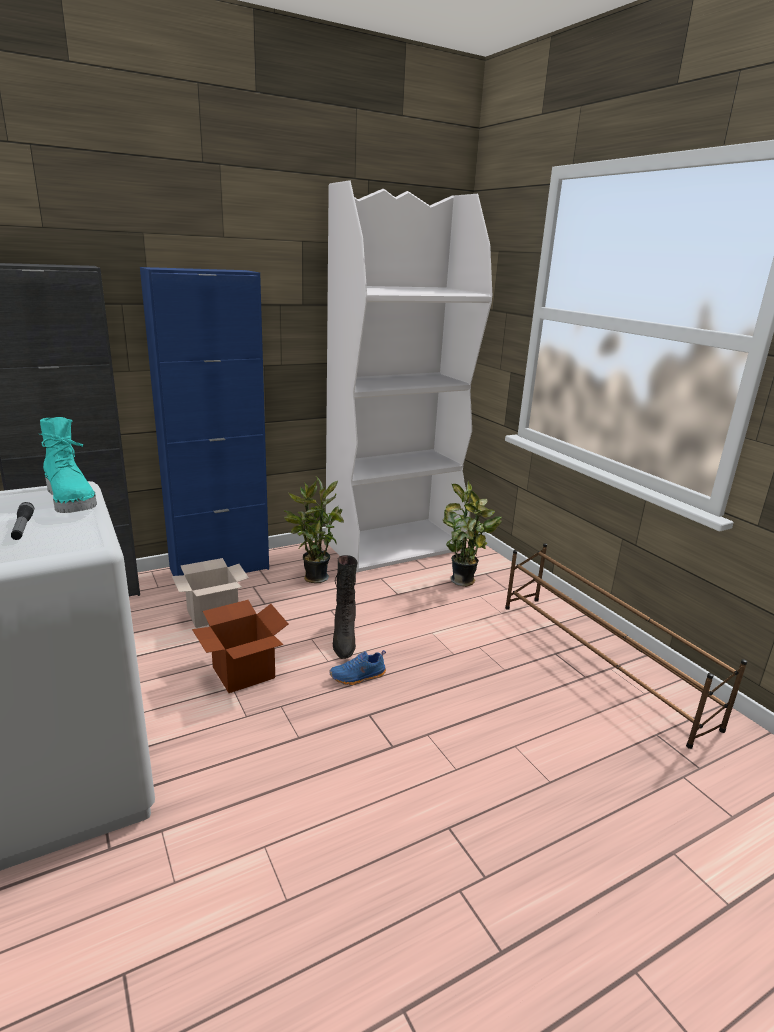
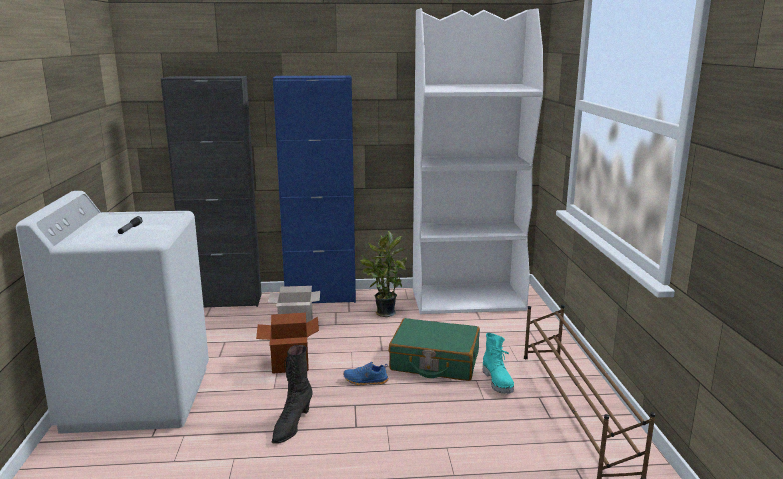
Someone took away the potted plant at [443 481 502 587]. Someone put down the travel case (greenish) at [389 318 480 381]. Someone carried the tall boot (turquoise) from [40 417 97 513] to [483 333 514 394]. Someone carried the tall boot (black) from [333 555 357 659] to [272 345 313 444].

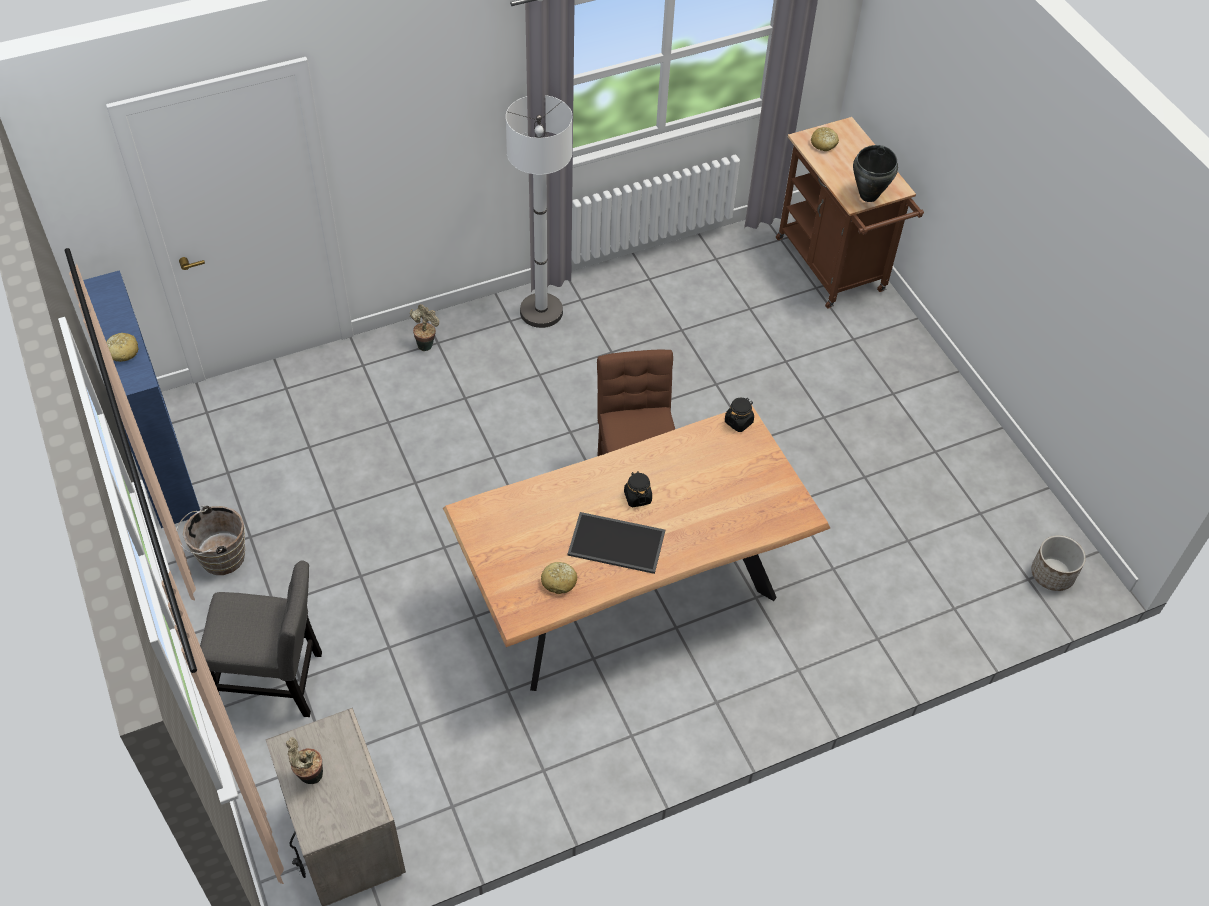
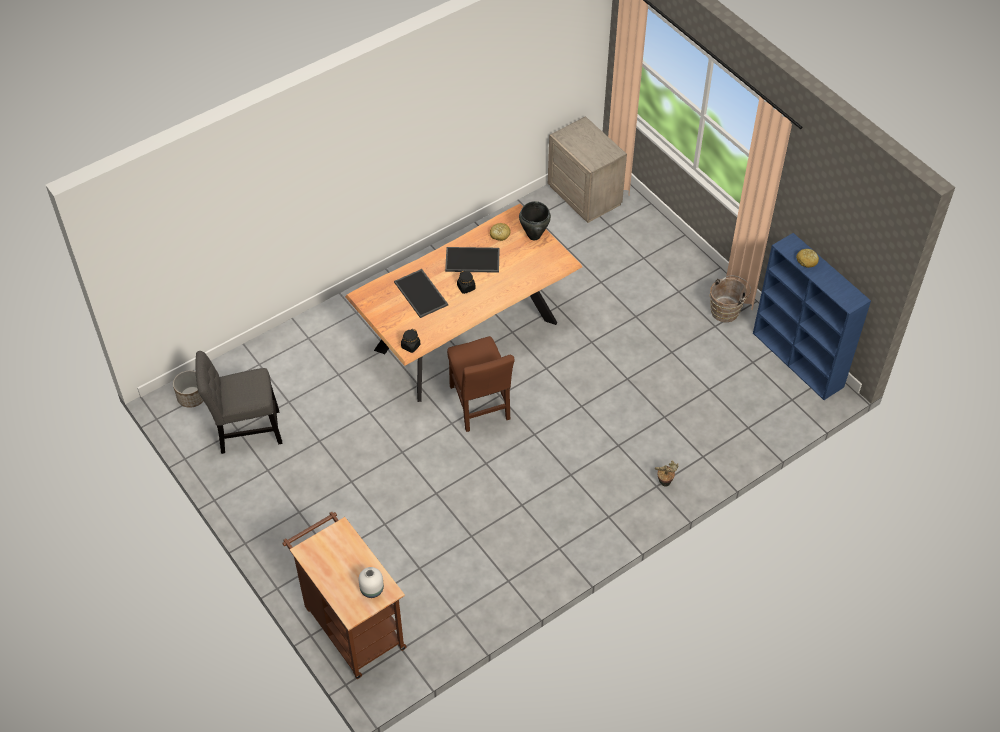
Someone took away the potted plant at [286 737 323 784]. Someone took away the standard lamp (white-coloured) at [506 95 572 328]. Someone put down the tray at [394 269 448 318]. Someone carried the plain chair (grey) from [200 560 322 717] to [195 351 282 454]. Someone carried the saucepot (black) from [853 145 898 202] to [519 201 551 240]. Someone swapped the baked bread at [811 127 839 151] for the decorative vase (white-coloured) at [359 567 384 598].

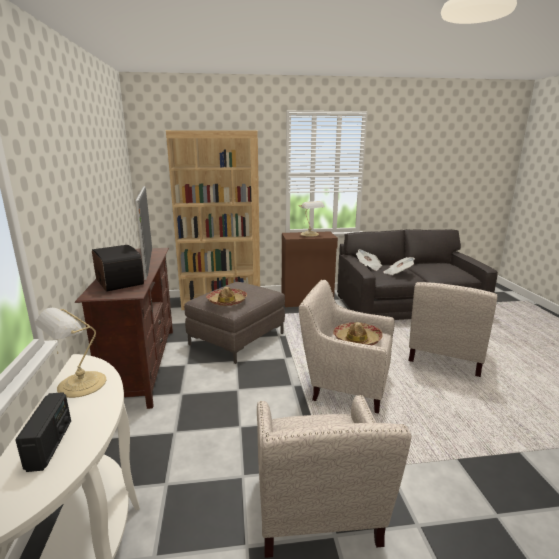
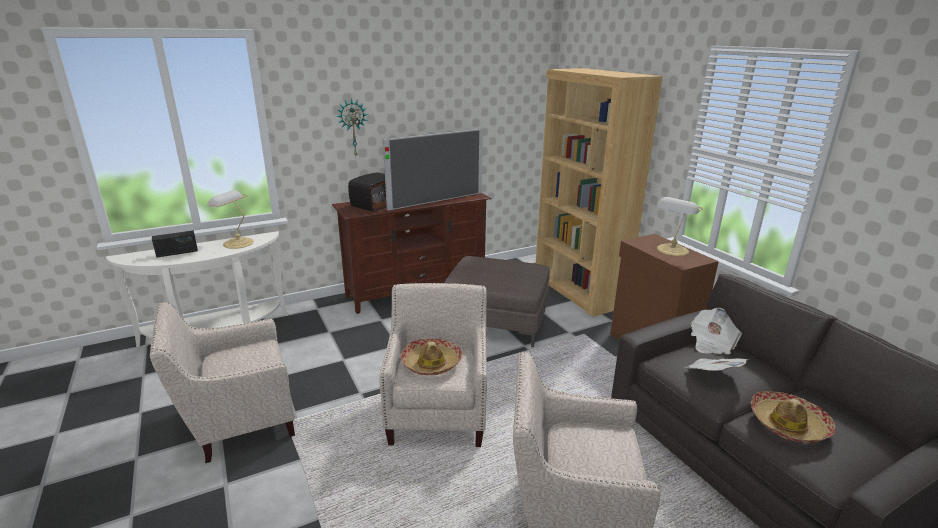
Someone put up the wall clock at [337 98 368 156]. Someone carried the hat from [206 287 247 306] to [751 391 835 443].

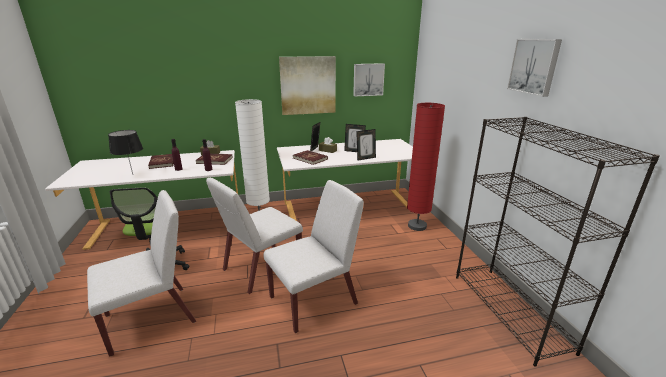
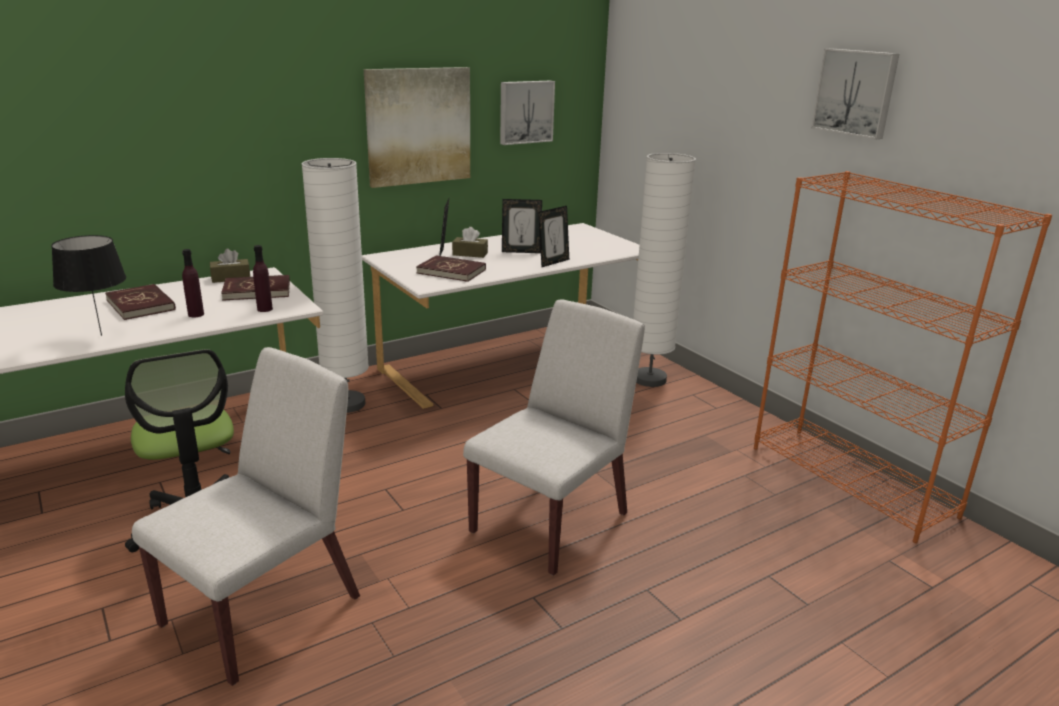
Someone took away the plain chair (white-coloured) at [206 178 303 294]. Someone repainted the standard lamp (reddish) at [407 103 445 231], which became the standard lamp (white-coloured) at [633 153 696 387]. Someone repainted the shelving unit (black) at [456 117 660 367], which became the shelving unit (orangey) at [754 171 1052 543].

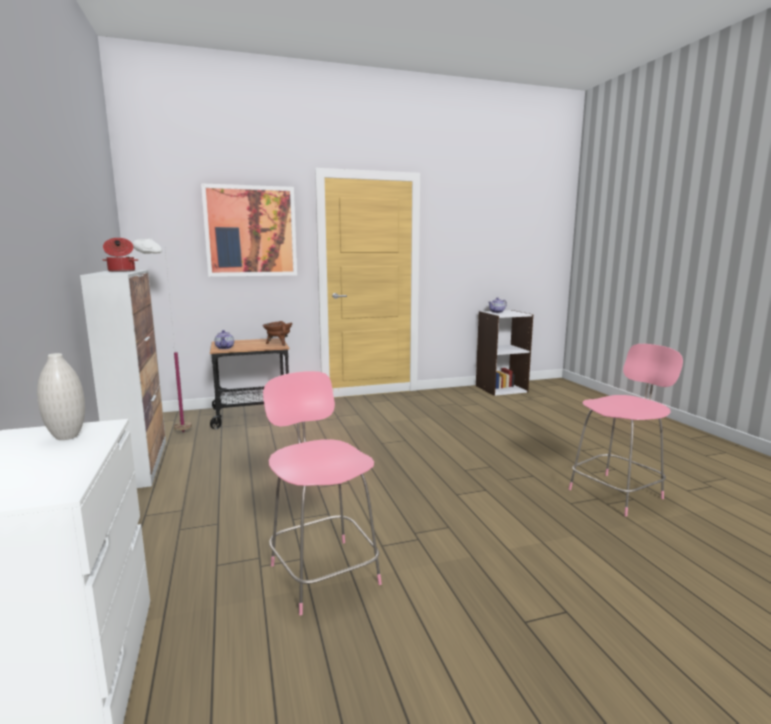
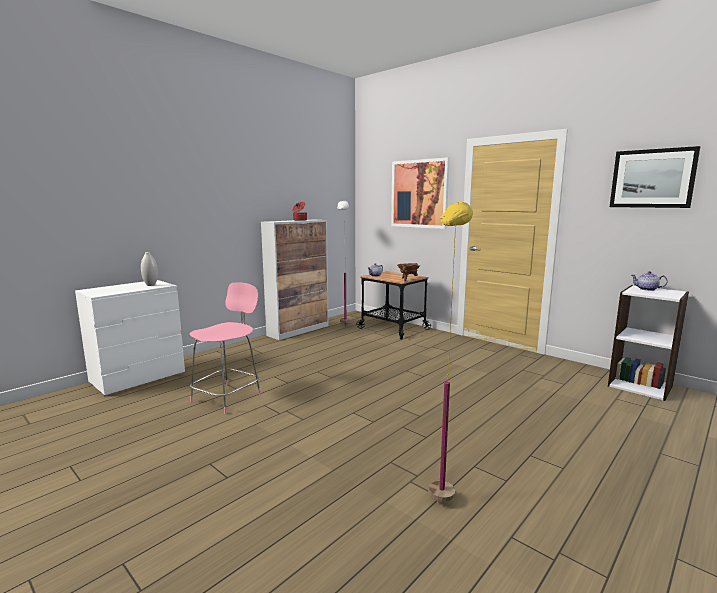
Someone put up the wall picture at [610 146 700 208]. Someone swapped the plain chair (pink-coloured) at [569 344 683 517] for the standard lamp (yellow-coloured) at [429 202 473 502].

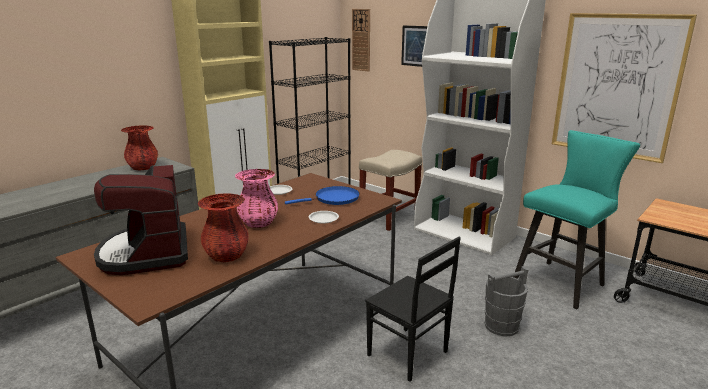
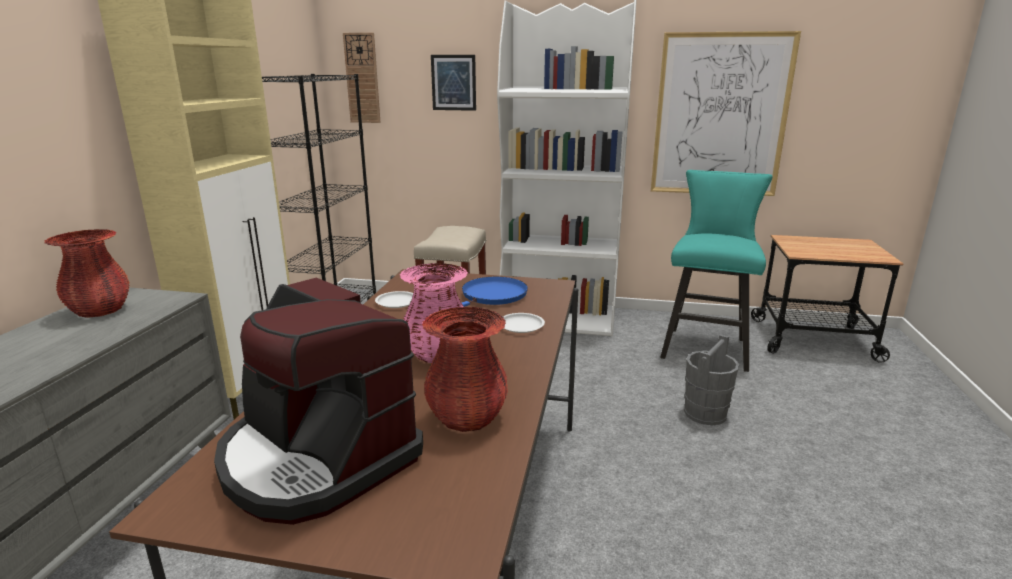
Someone took away the plain chair (black) at [365 237 461 382].

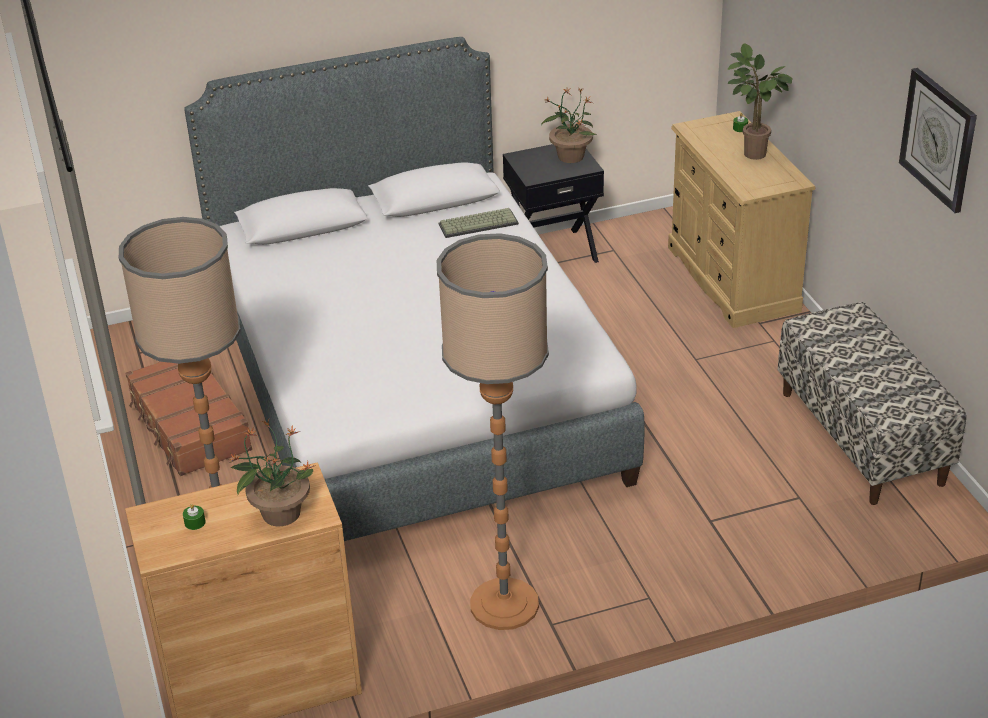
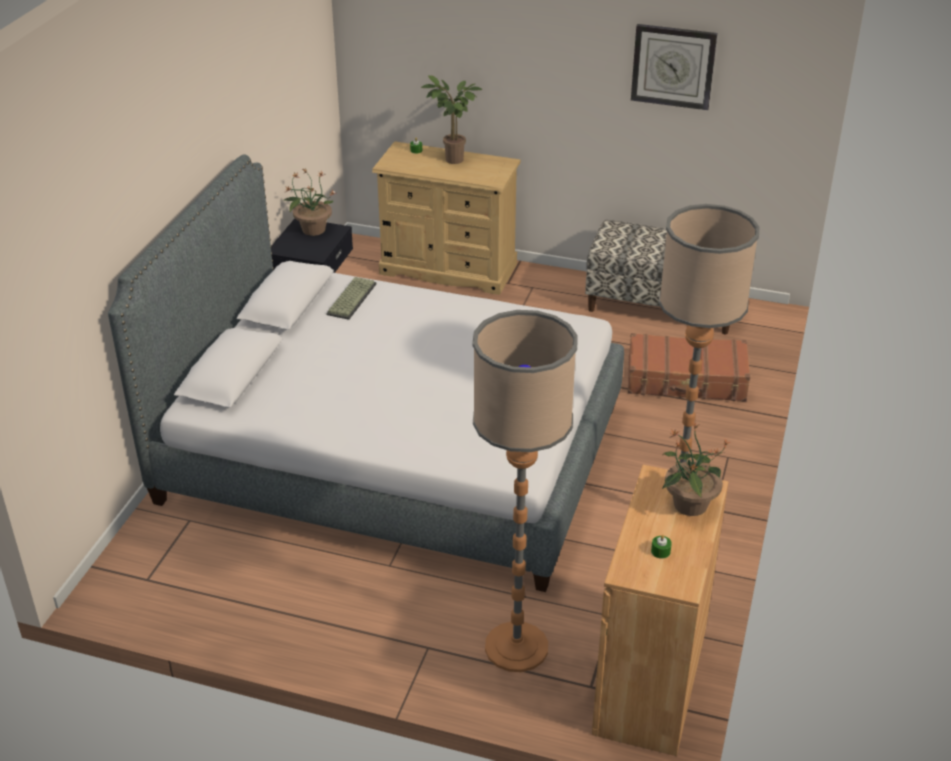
Someone carried the travel case (brownish) from [125 362 252 476] to [628 333 750 402].

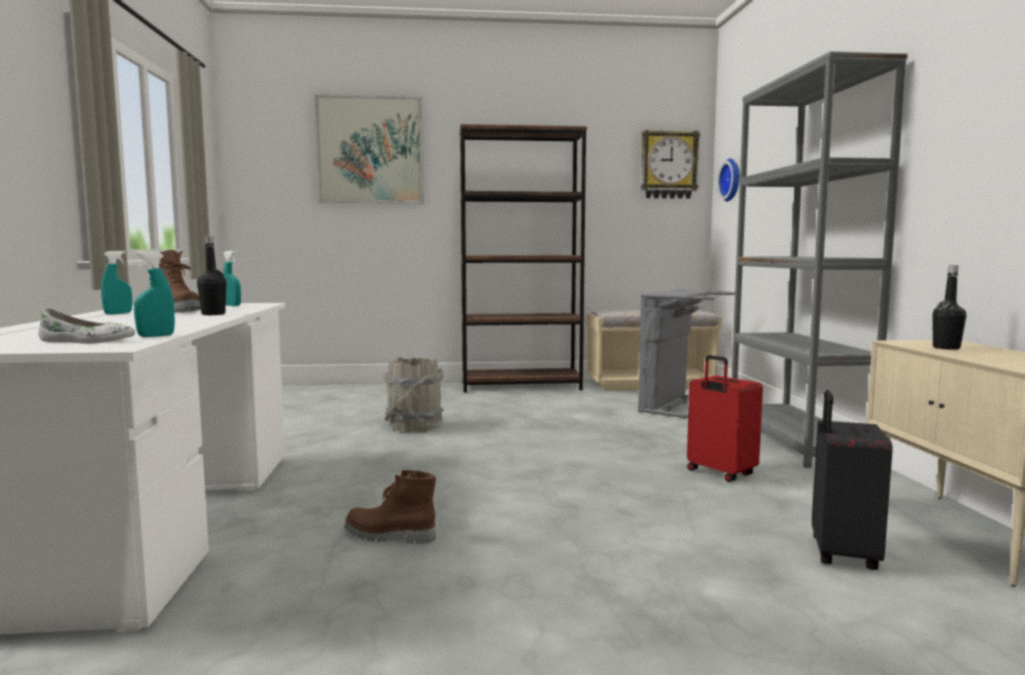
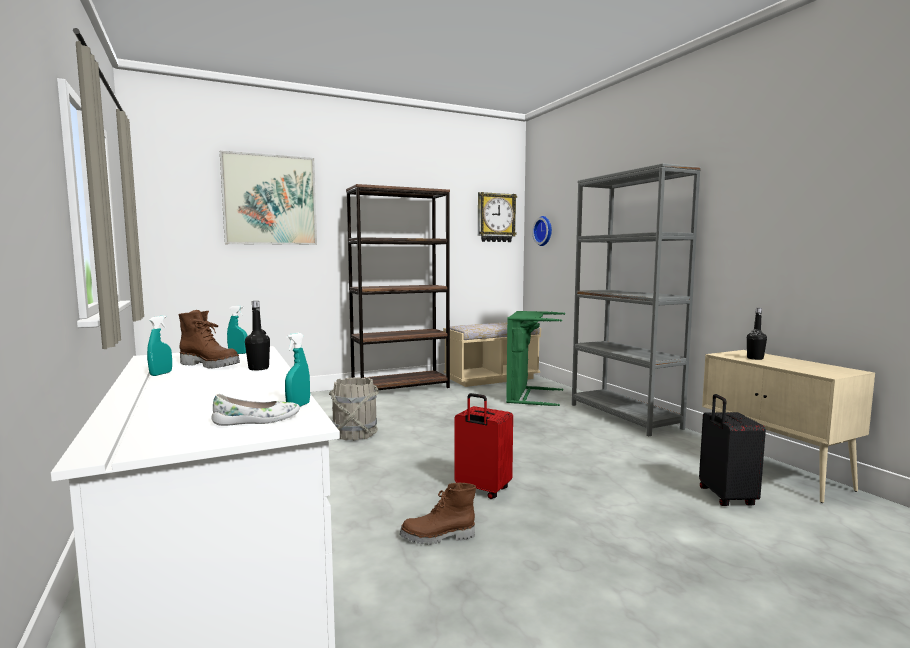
Someone carried the travel case (reddish) from [687 355 763 482] to [455 393 513 499]. Someone repainted the hamper (grey) at [638 289 735 418], which became the hamper (greenish) at [506 311 565 406].

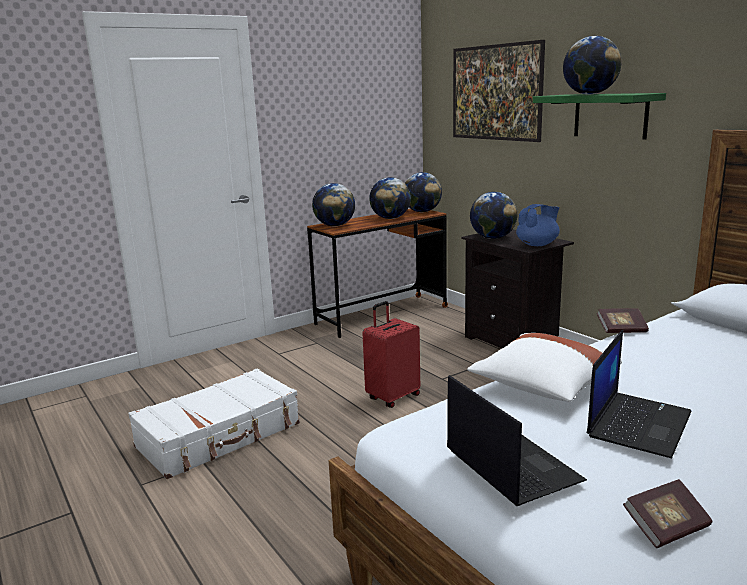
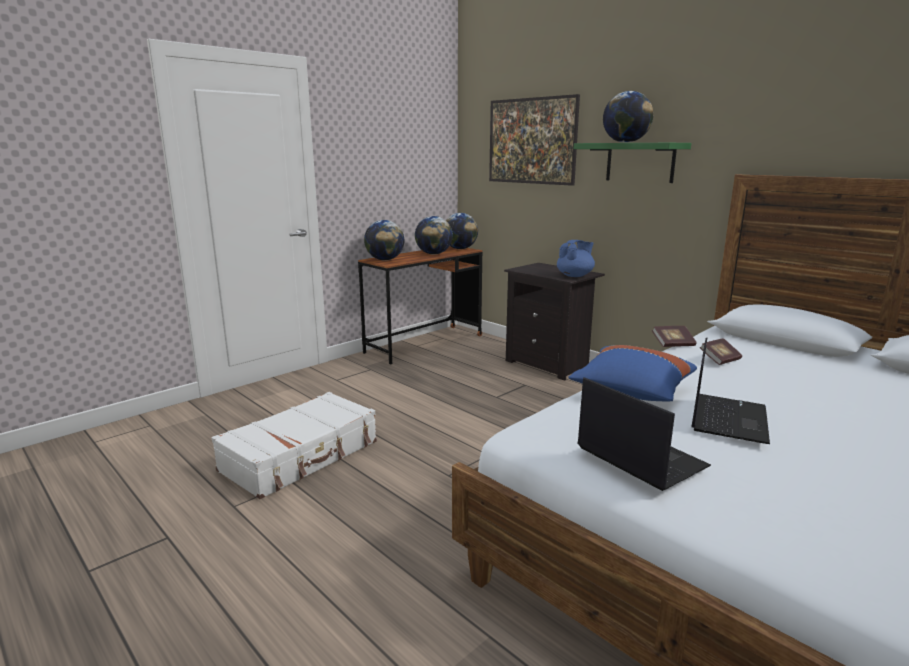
Someone took away the travel case (reddish) at [363 301 420 408]. Someone took away the globe at [470 192 517 239]. Someone carried the book from [623 479 712 548] to [700 338 742 365]. Someone repainted the cushion (white-coloured) at [467 333 622 402], which became the cushion (blue-coloured) at [568 345 697 402].

